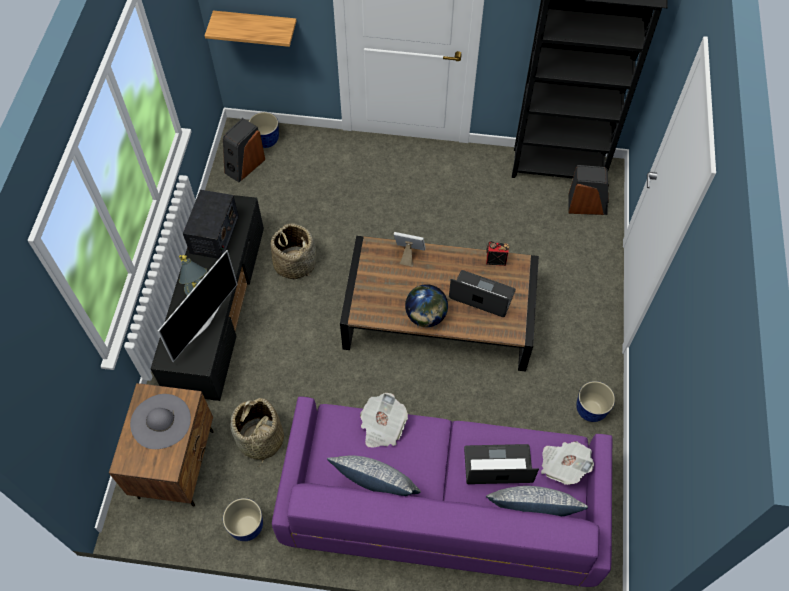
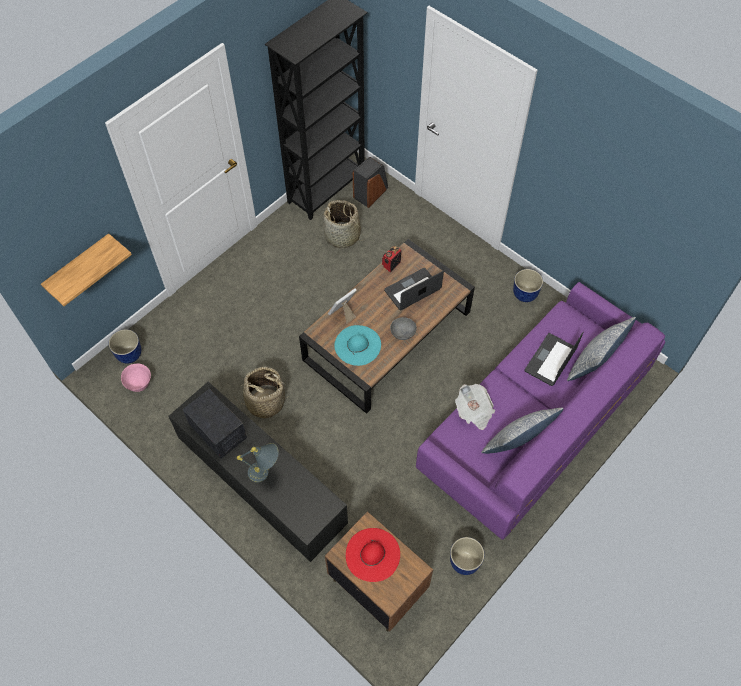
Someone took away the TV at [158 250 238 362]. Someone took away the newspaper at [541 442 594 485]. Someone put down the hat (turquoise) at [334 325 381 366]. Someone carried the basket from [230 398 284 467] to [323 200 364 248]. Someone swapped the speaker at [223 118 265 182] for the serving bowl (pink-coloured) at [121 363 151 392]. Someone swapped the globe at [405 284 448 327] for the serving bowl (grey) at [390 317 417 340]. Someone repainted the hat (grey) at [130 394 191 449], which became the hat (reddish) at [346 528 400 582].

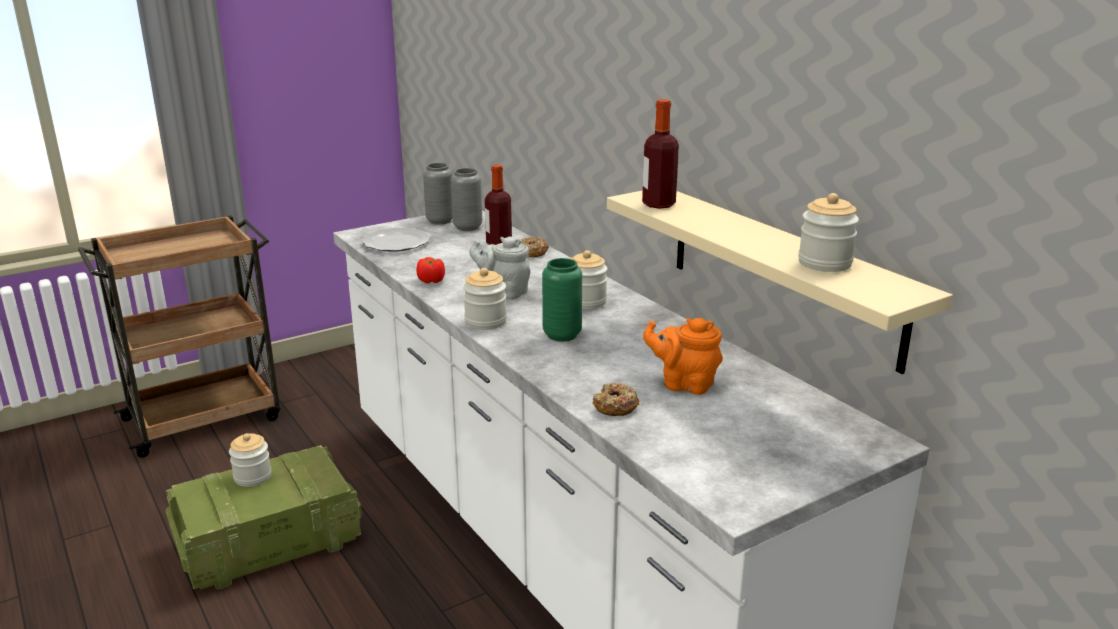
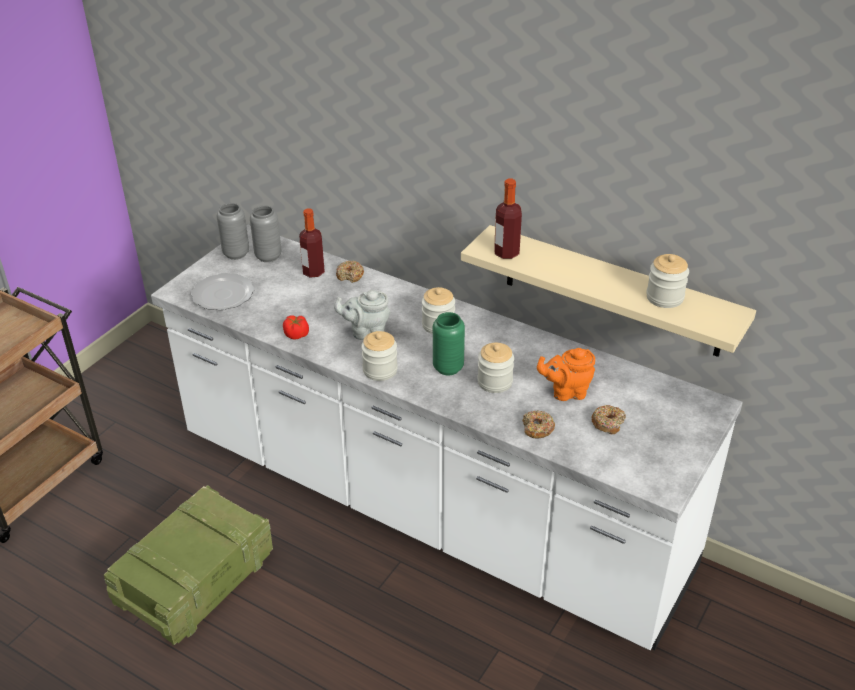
Someone put down the ring doughnut at [591 405 626 434]. Someone carried the storage jar from [229 433 272 487] to [477 343 514 393].

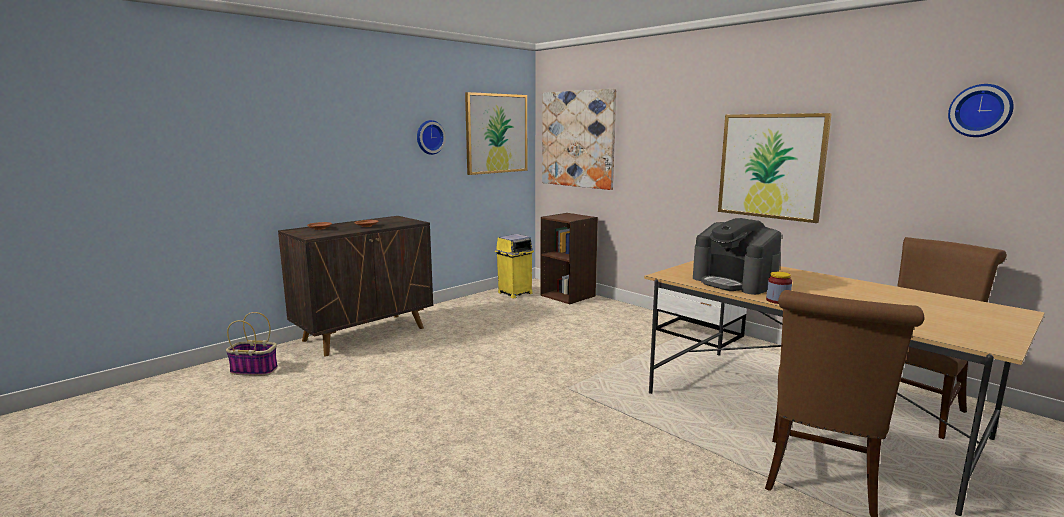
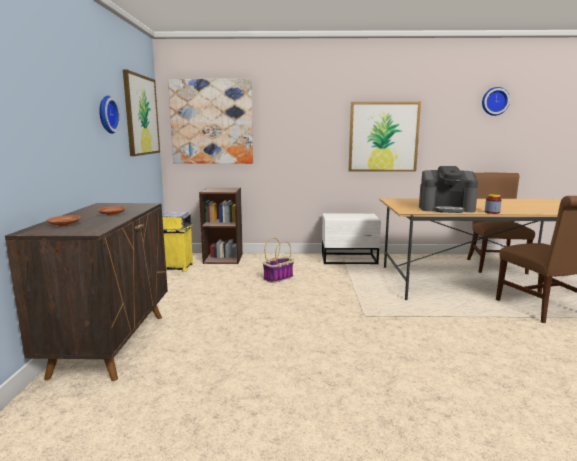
Someone carried the basket from [226 312 278 376] to [263 238 294 283].

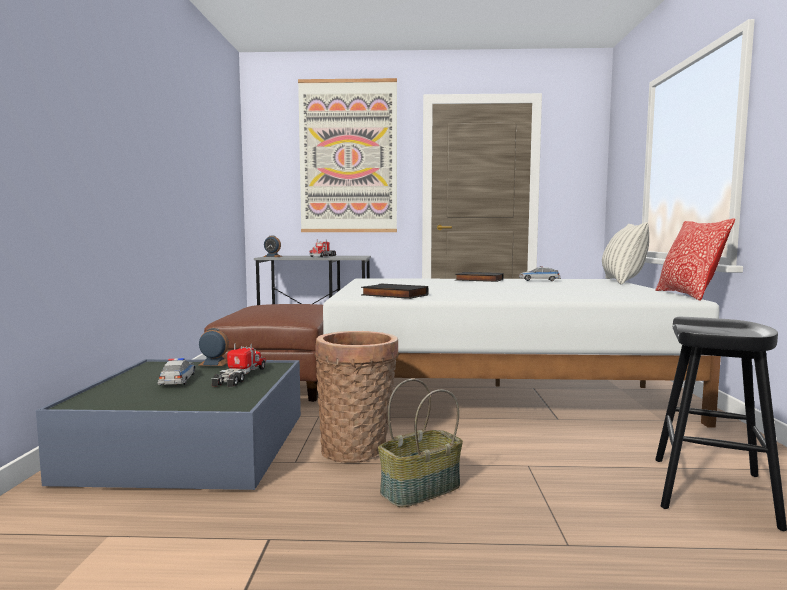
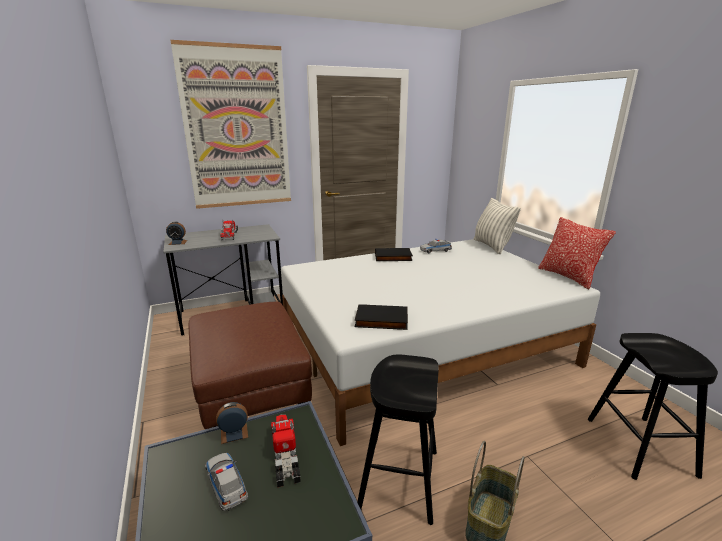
Someone swapped the basket at [315 331 399 463] for the sitting stool (black) at [357 355 439 525].

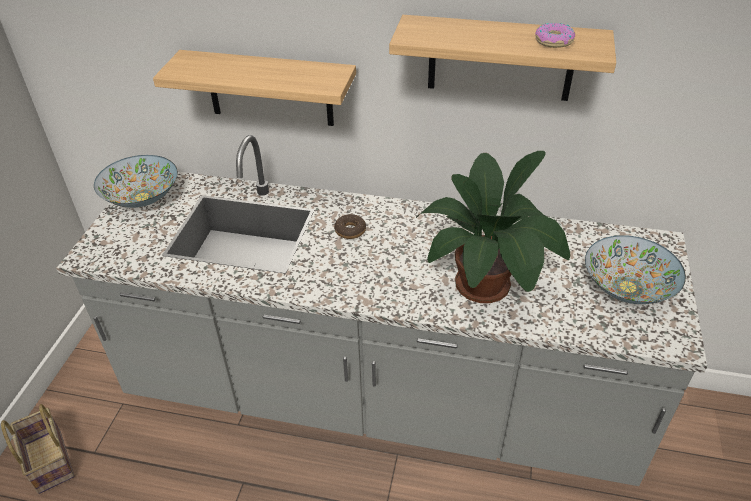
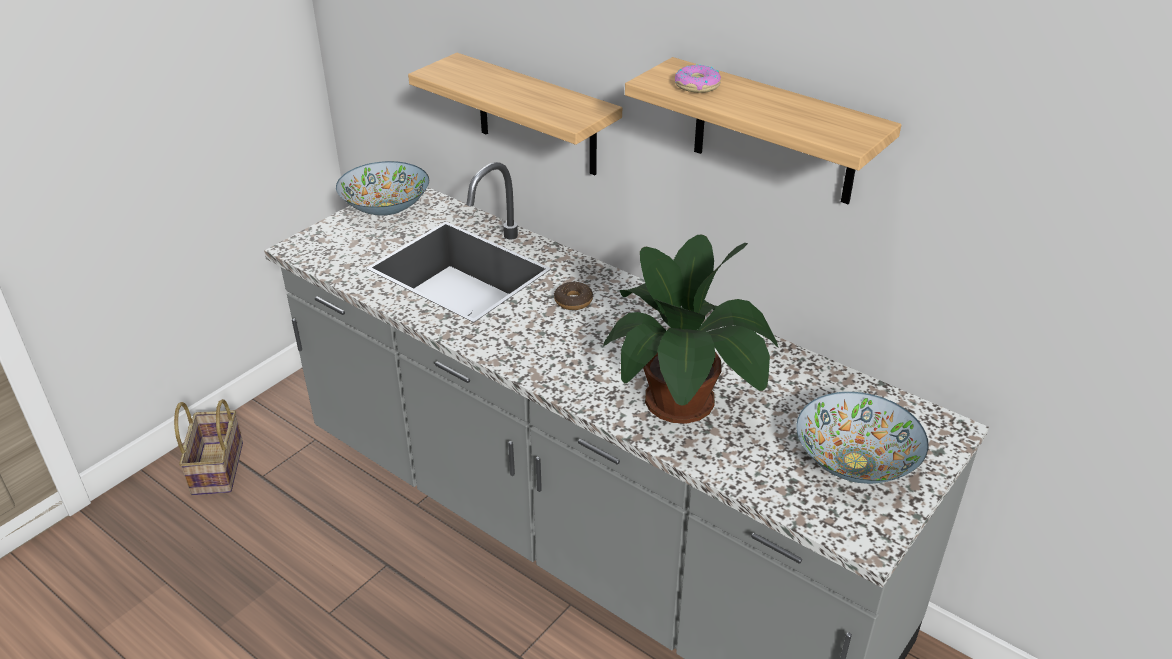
Someone carried the ring doughnut from [535 23 575 48] to [675 64 721 93].

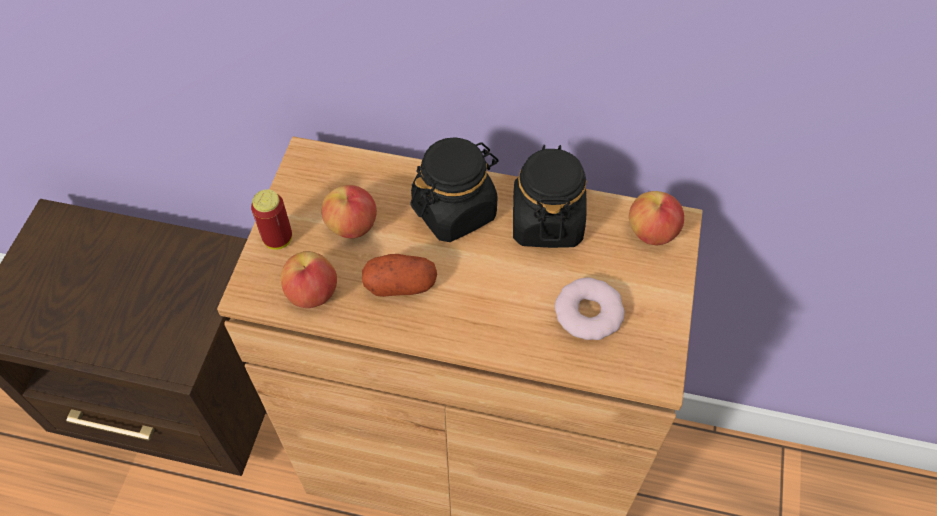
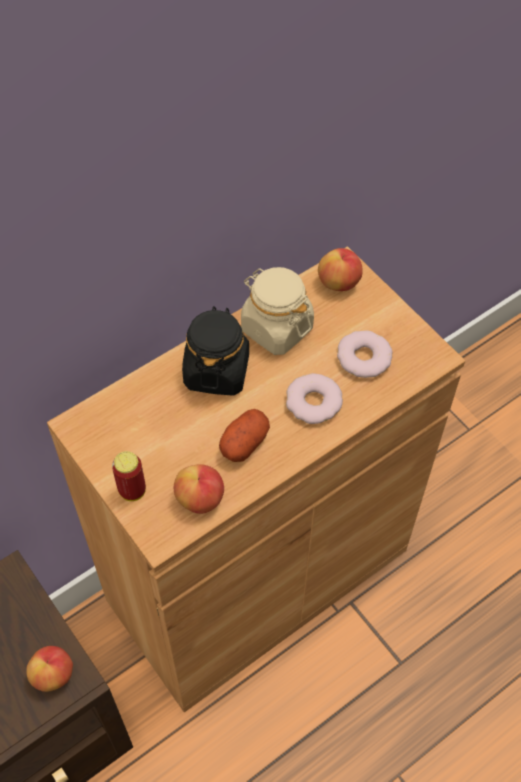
Someone put down the ring doughnut at [286 373 343 424]. Someone carried the whole apple from [322 185 377 239] to [26 646 73 692]. Someone repainted the storage jar (black) at [513 145 587 248], which became the storage jar (beige-coloured) at [241 267 314 355].

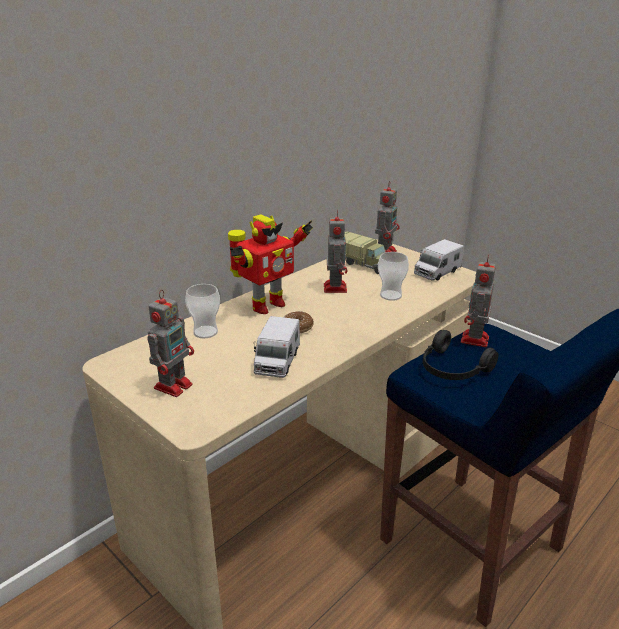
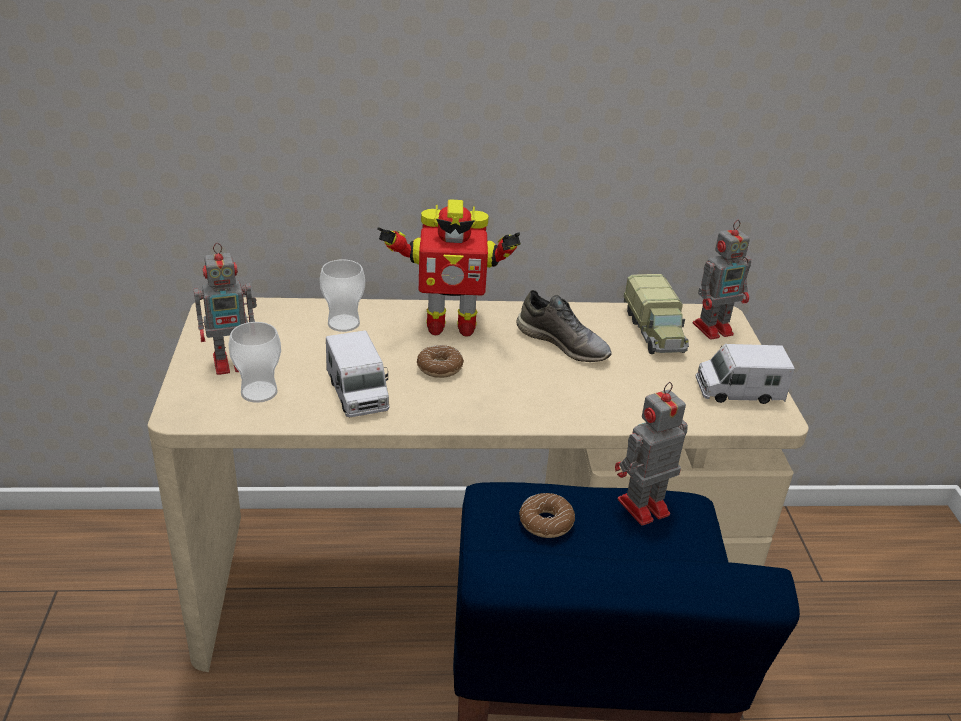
Someone carried the drinking cup from [378 252 409 301] to [229 322 281 403]. Someone swapped the model robot at [324 210 347 293] for the shoe (grey) at [516 290 612 362]. Someone swapped the headset (black) at [423 330 498 380] for the ring doughnut at [519 493 575 538]. Someone rotated the toy truck at [254 316 300 378] by 75 degrees counterclockwise.

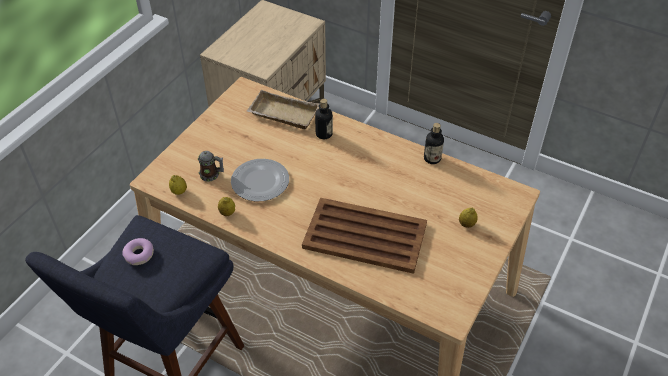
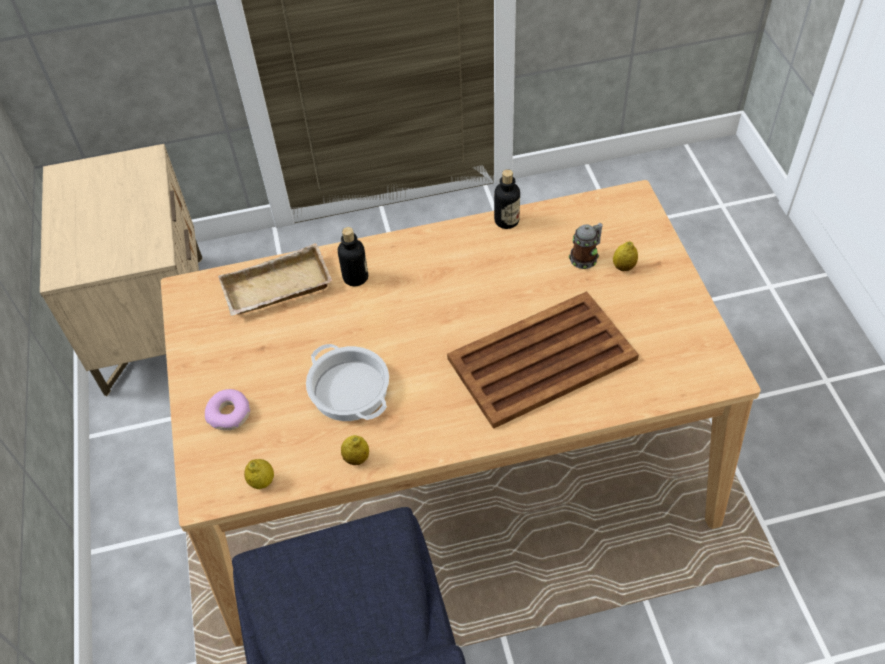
Someone carried the ring doughnut from [123 238 154 265] to [205 389 250 430]. Someone carried the coffee mug from [198 151 224 182] to [568 223 603 269]. Someone swapped the dinner plate at [231 159 289 201] for the saucepot at [306 344 389 421].

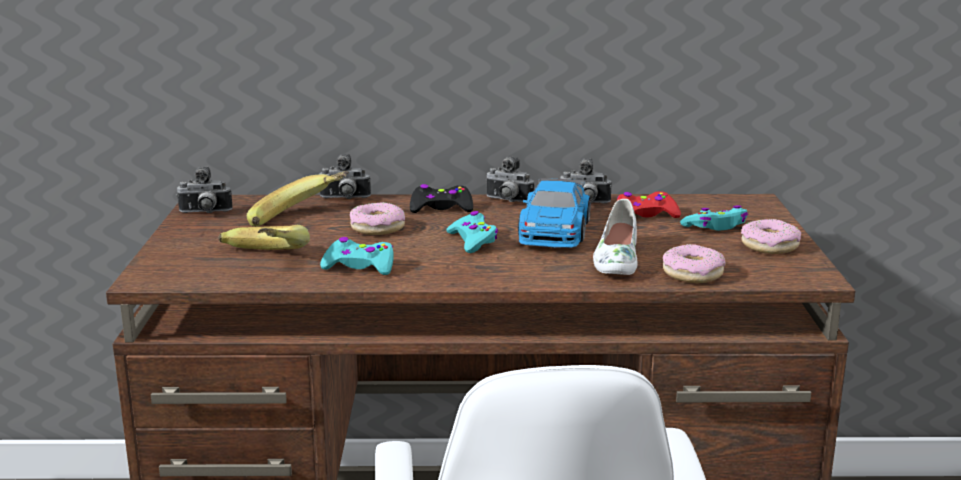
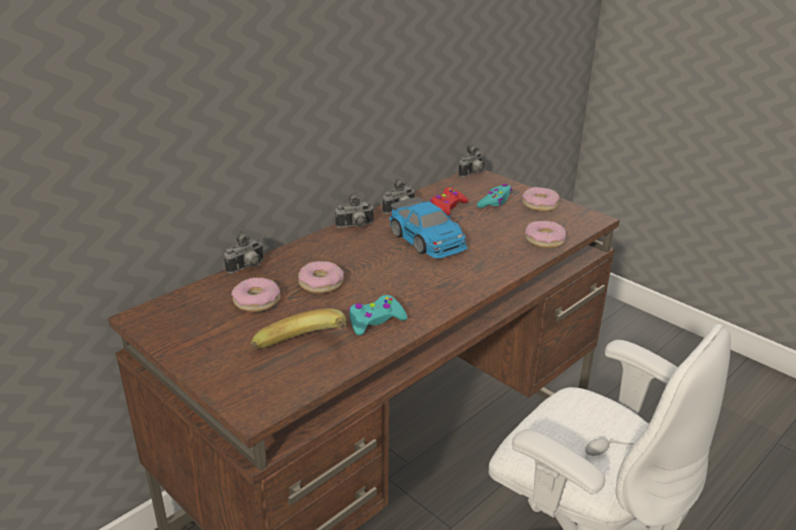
Someone took away the joypad (black) at [410 184 473 213]. Someone took away the joypad (turquoise) at [446 211 498 253]. Someone took away the shoe (white-coloured) at [593 199 638 275]. Someone carried the still camera from [176 166 233 213] to [458 144 485 178]. Someone swapped the banana fruit at [247 171 349 227] for the ring doughnut at [231 277 281 312].

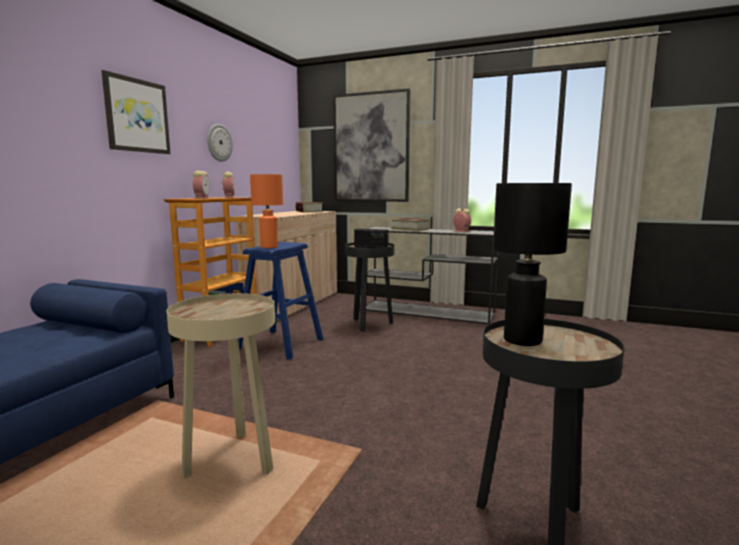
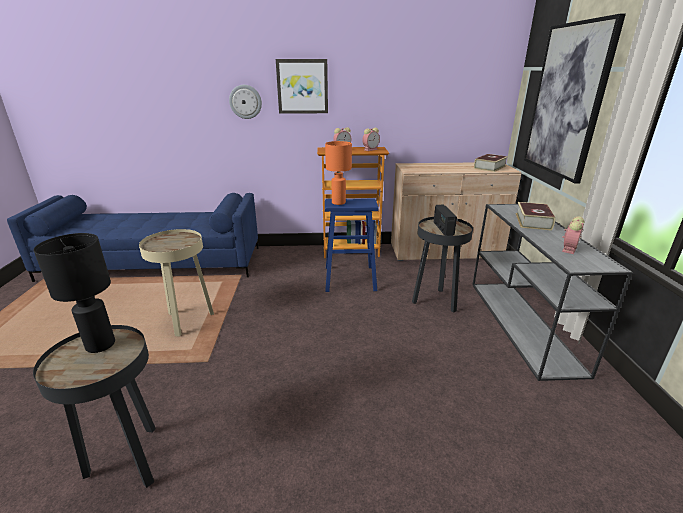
Someone carried the wall clock from [207 124 233 162] to [229 85 262 119].

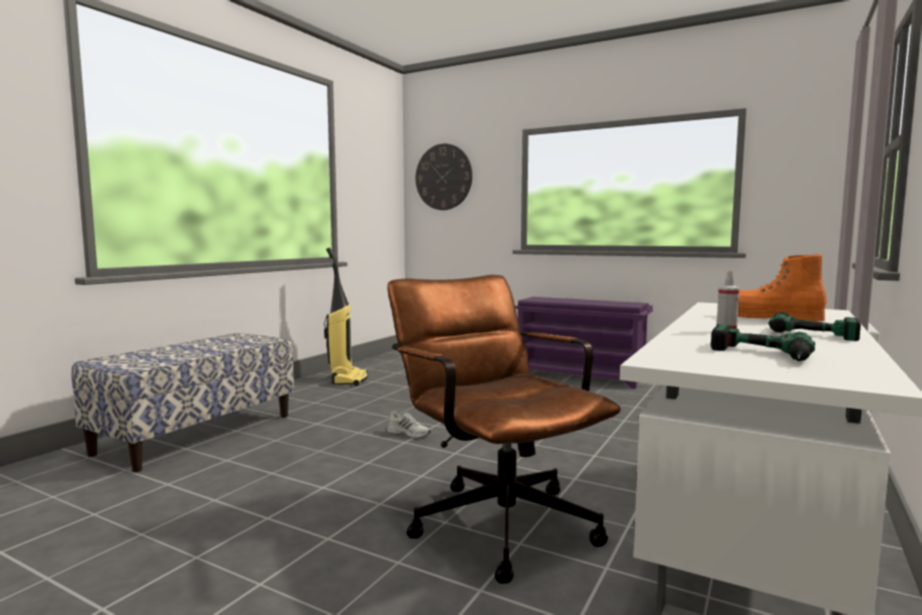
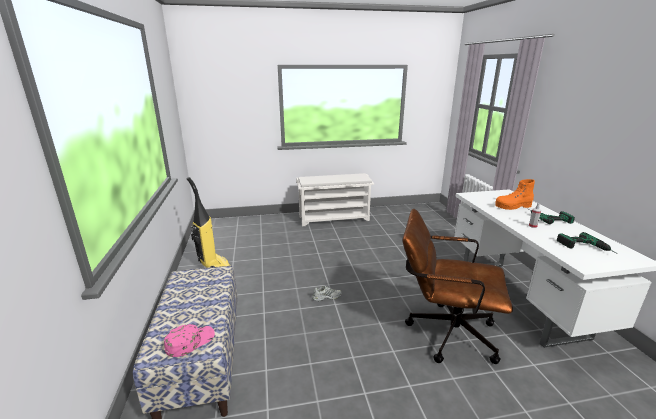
Someone took away the wall clock at [416 144 472 210]. Someone put down the peaked cap (pink-coloured) at [164 324 215 357]. Someone repainted the shoe shelf (purplish) at [515 297 653 389], which became the shoe shelf (white-coloured) at [296 173 374 226].

